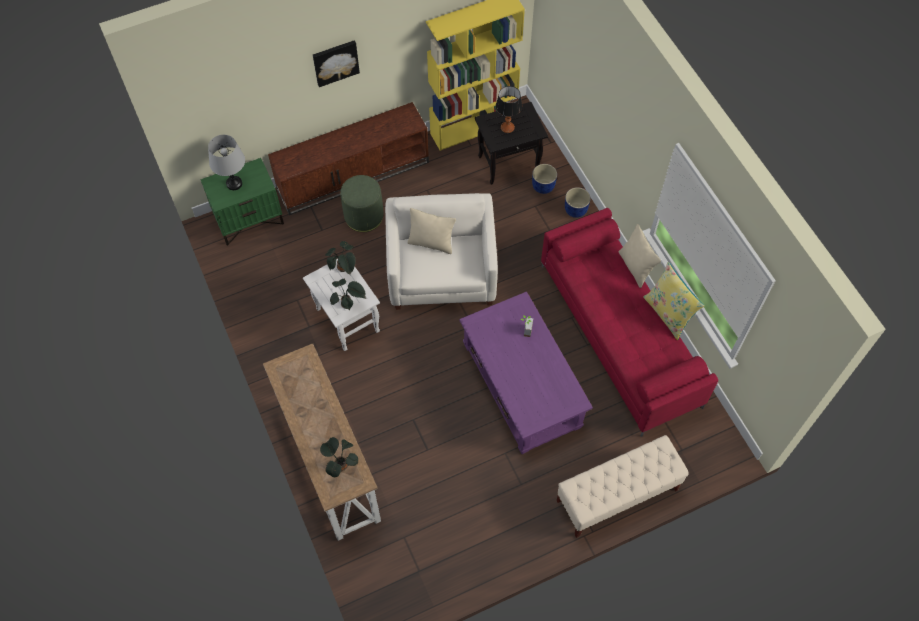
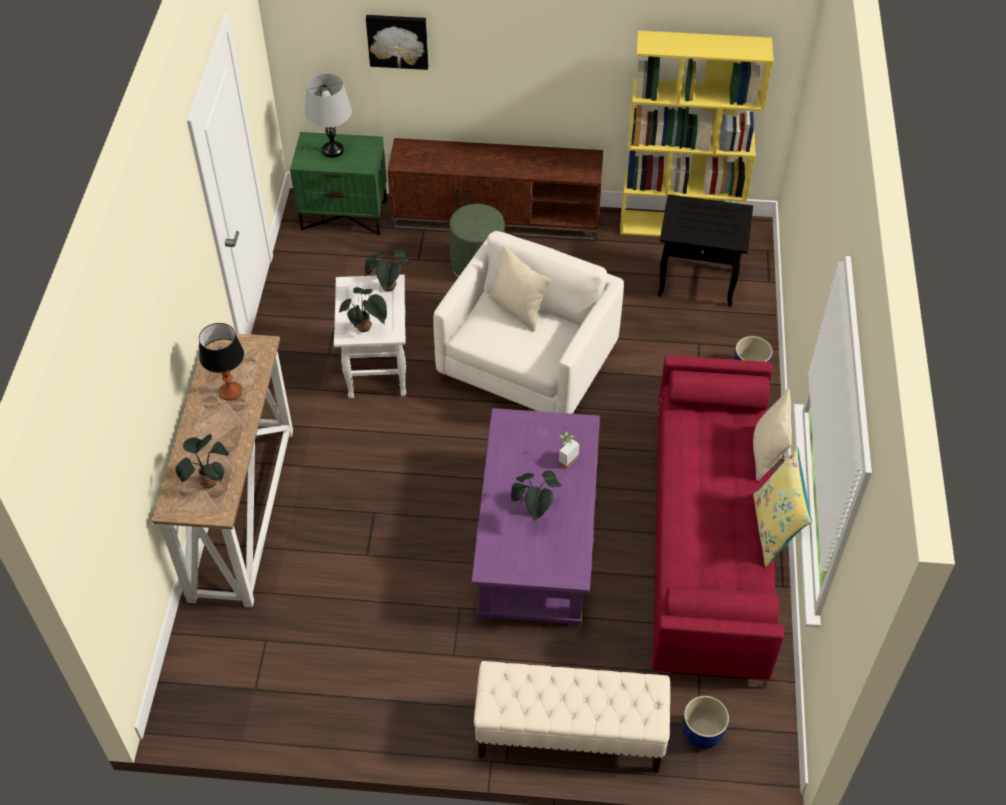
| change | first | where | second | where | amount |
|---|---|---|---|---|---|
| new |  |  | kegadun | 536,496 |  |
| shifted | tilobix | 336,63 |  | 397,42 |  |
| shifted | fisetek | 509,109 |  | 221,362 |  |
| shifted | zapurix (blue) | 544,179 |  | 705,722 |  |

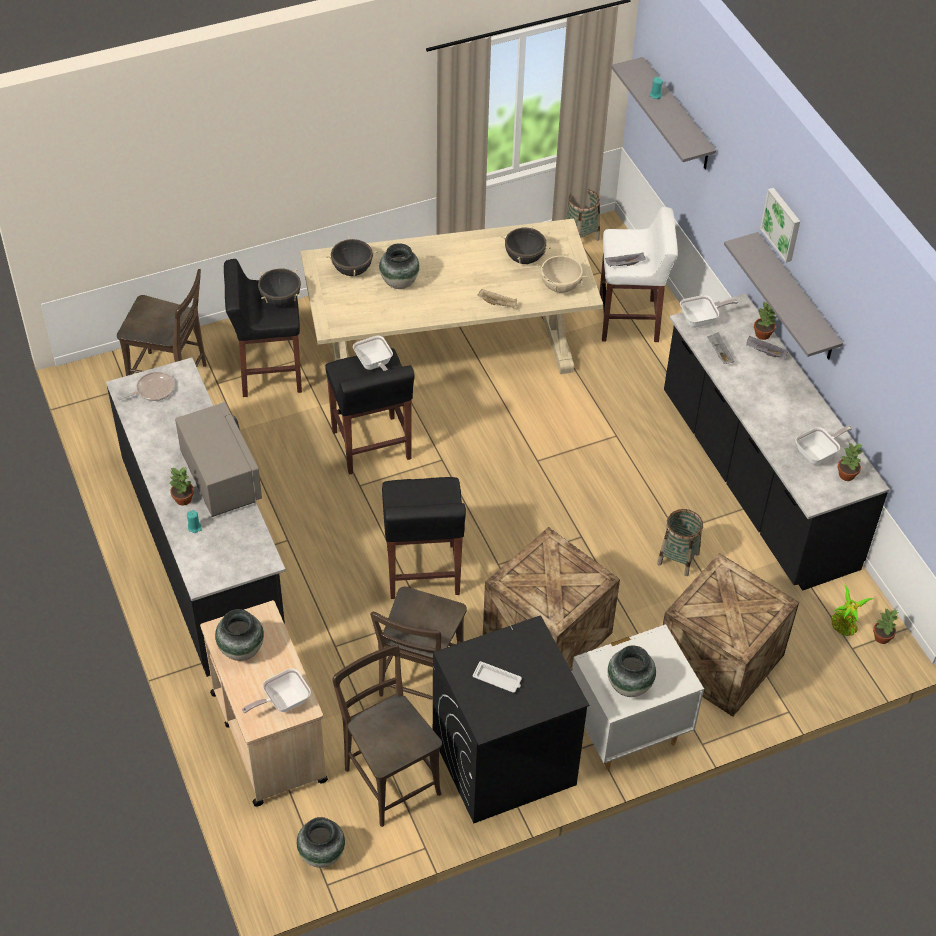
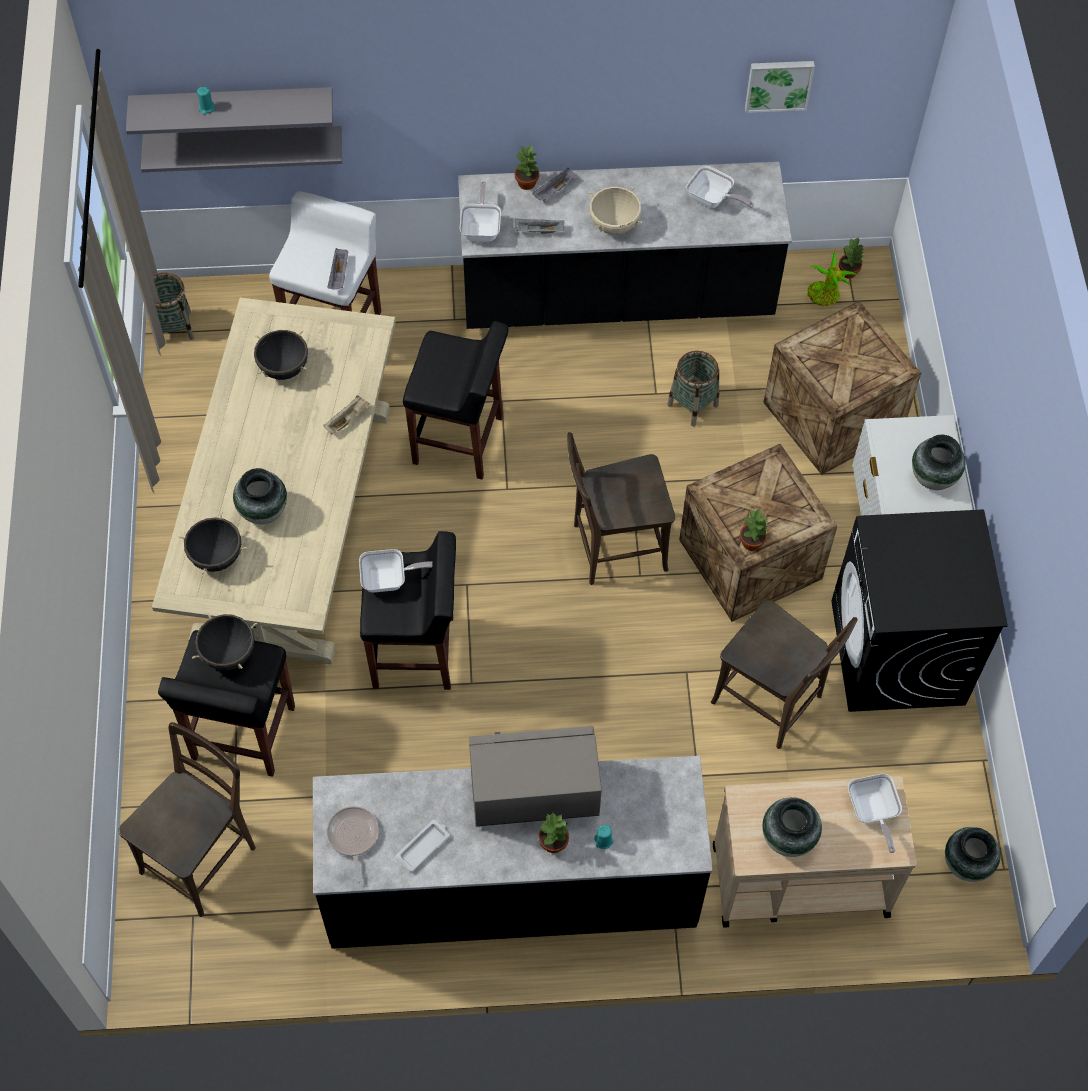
| change | first | where | second | where | amount |
|---|---|---|---|---|---|
| shifted | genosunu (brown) | 387,736 |  | 621,508 |  |
| shifted | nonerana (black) | 424,538 |  | 456,400 |  |
| shifted | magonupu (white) | 497,677 |  | 422,846 |  |
| shifted | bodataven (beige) | 561,273 |  | 615,211 |  |
| shifted | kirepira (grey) | 783,296 |  | 241,149 |  |
| shifted | tilobix | 780,225 |  | 780,87 |  |
| shifted | kegadun | 850,462 |  | 754,530 |  |
| rotated | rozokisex | 824,445 |  | 720,187 | 135 degrees clockwise |

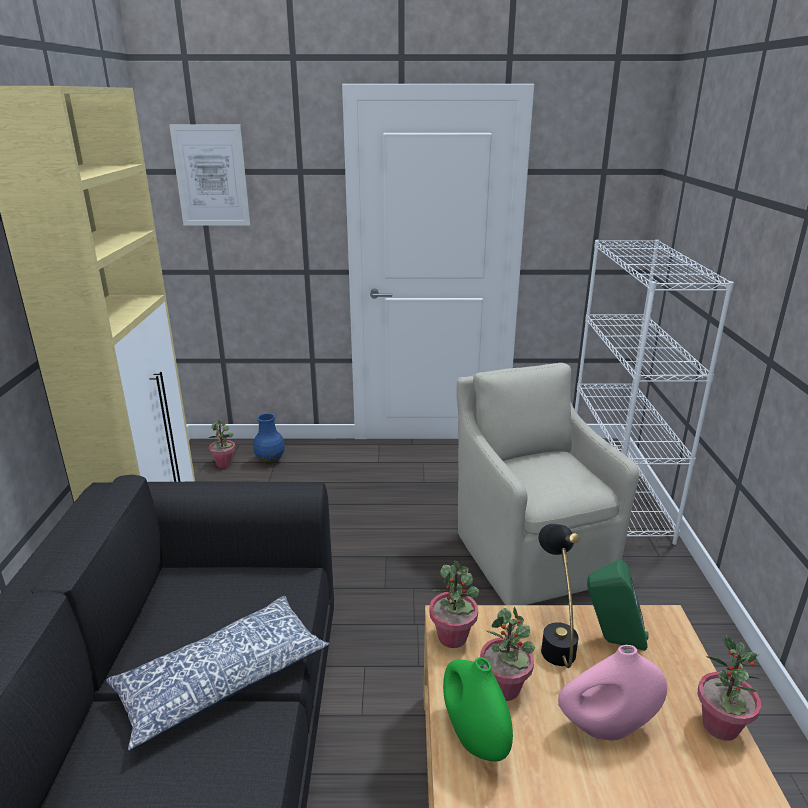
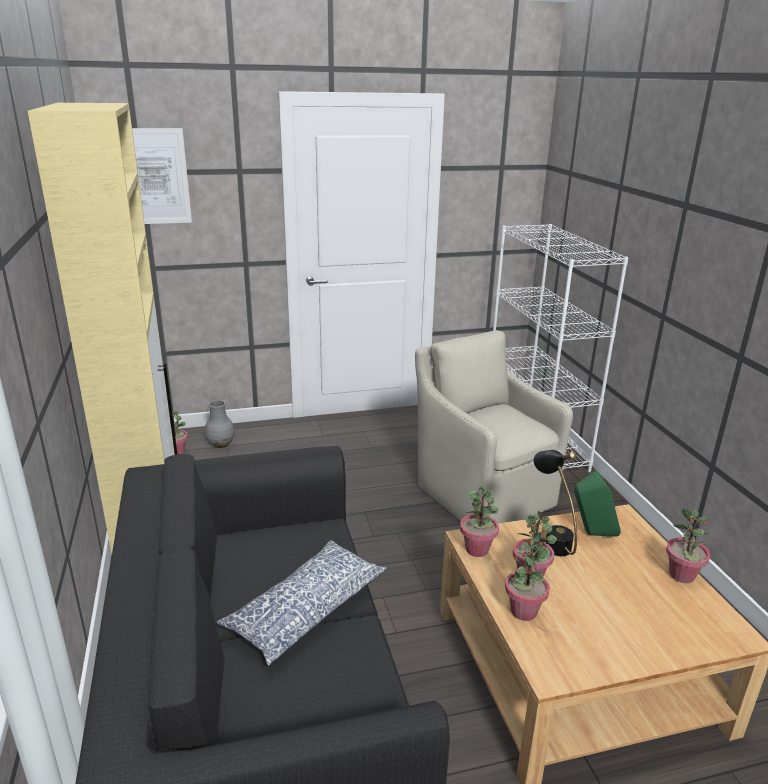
| change | first | where | second | where | amount |
|---|---|---|---|---|---|
| gone | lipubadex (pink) | 612,692 |  |  |  |
| swapped | lipubadex (green) | 478,709 | kegadun | 527,581 |  |
| repainted | lipubadex (blue) | 269,438 | lipubadex (grey) | 220,424 |  |

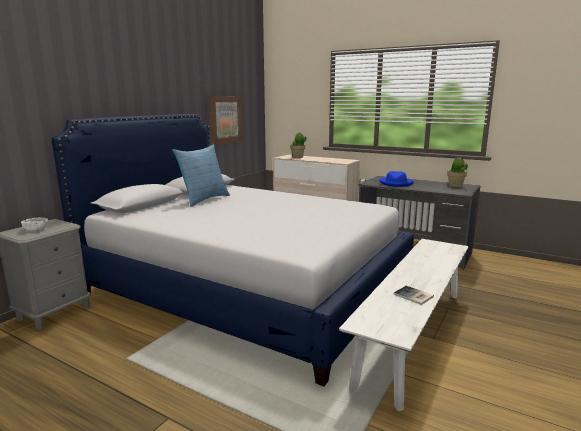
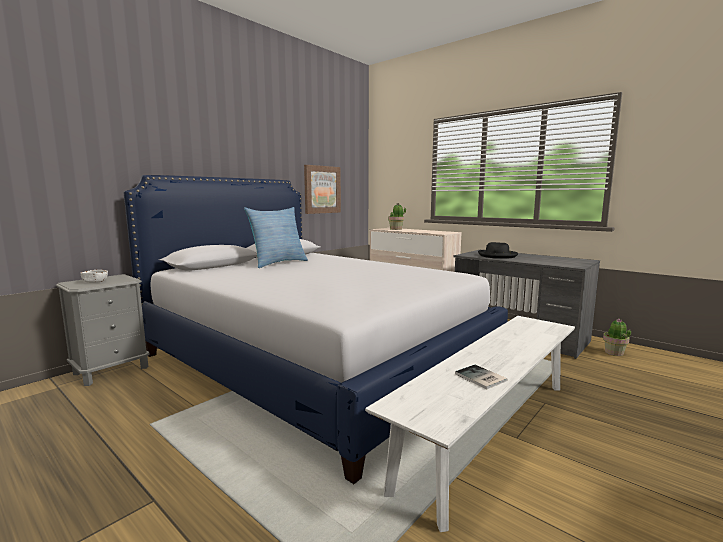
| change | first | where | second | where | amount |
|---|---|---|---|---|---|
| shifted | kegadun | 457,171 |  | 617,337 |  |
| repainted | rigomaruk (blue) | 396,179 | rigomaruk (black) | 498,250 |  |

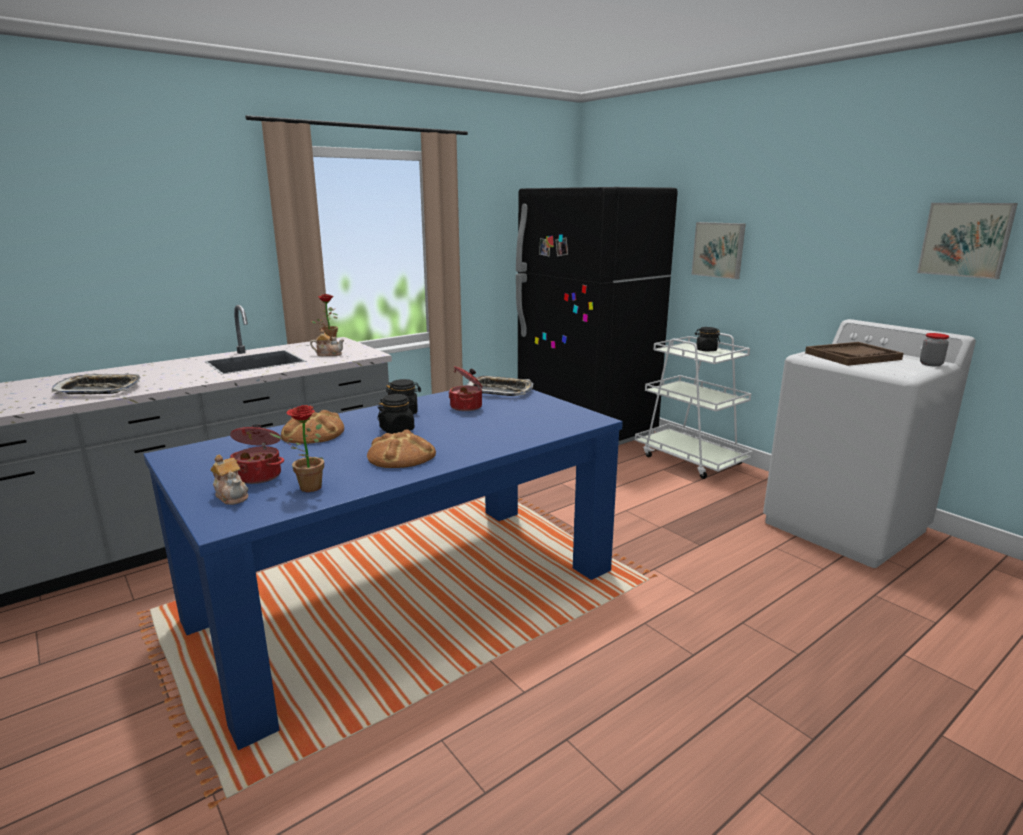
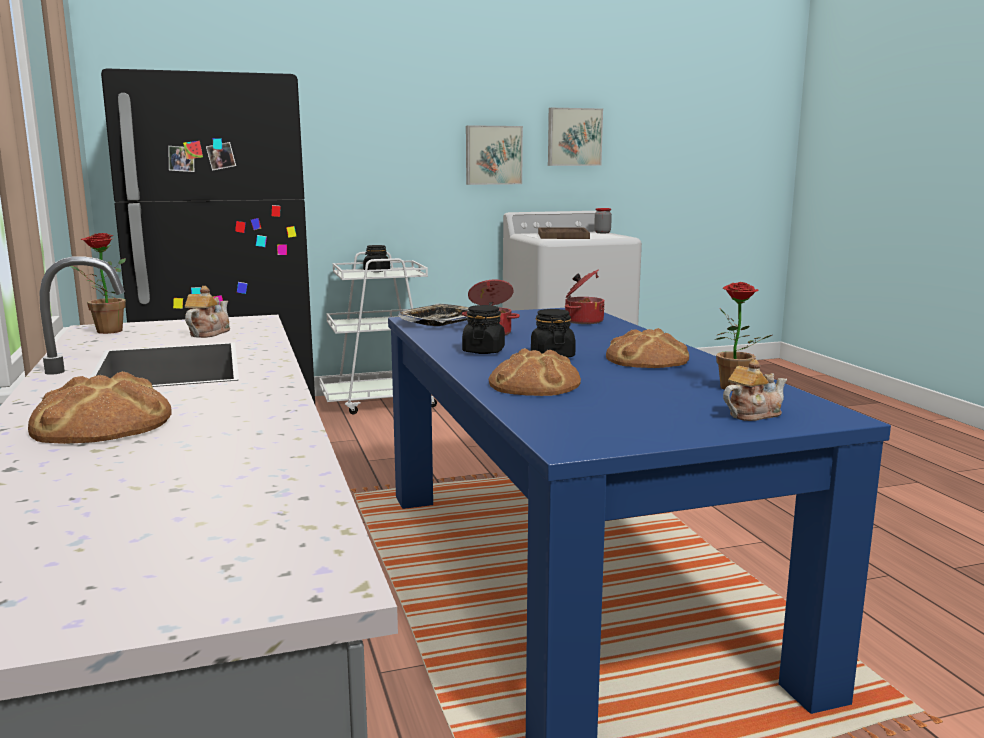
| change | first | where | second | where | amount |
|---|---|---|---|---|---|
| gone | magonupu | 96,384 |  |  |  |
| new |  |  | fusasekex | 100,407 |  |
| shifted | bodataven | 257,454 |  | 585,297 |  |
| shifted | tilobix | 718,250 |  | 494,155 |  |

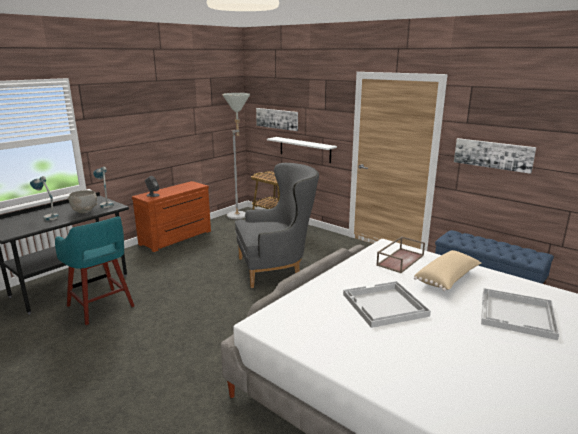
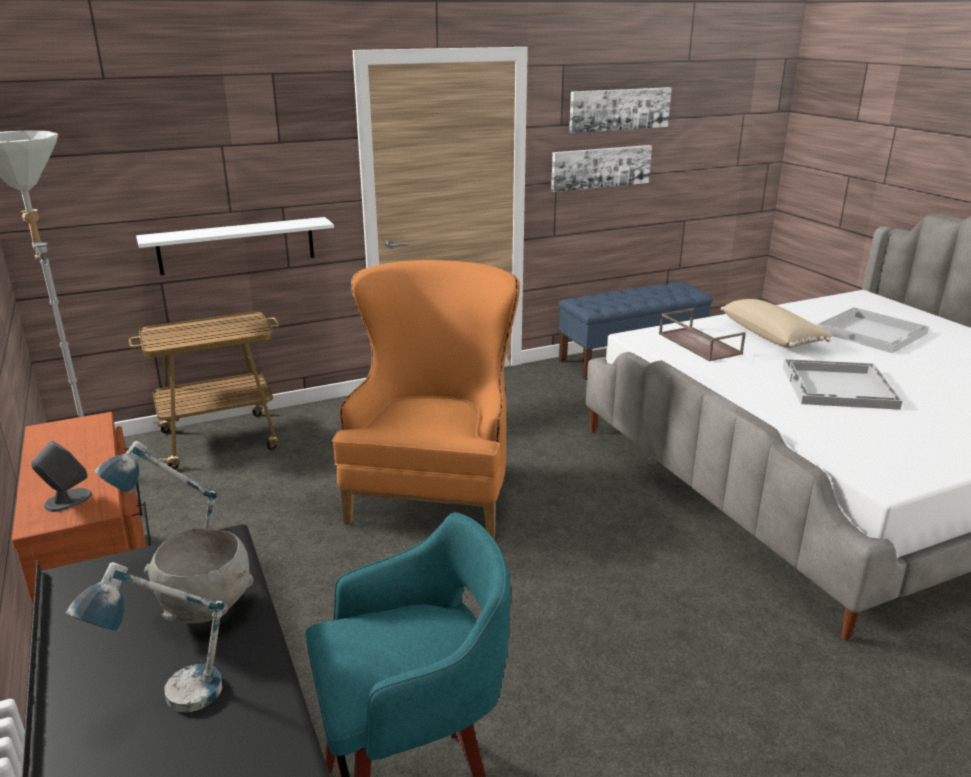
| change | first | where | second | where | amount |
|---|---|---|---|---|---|
| shifted | tilobix | 277,119 |  | 620,110 |  |
| repainted | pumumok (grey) | 277,225 | pumumok (orange) | 426,399 |  |

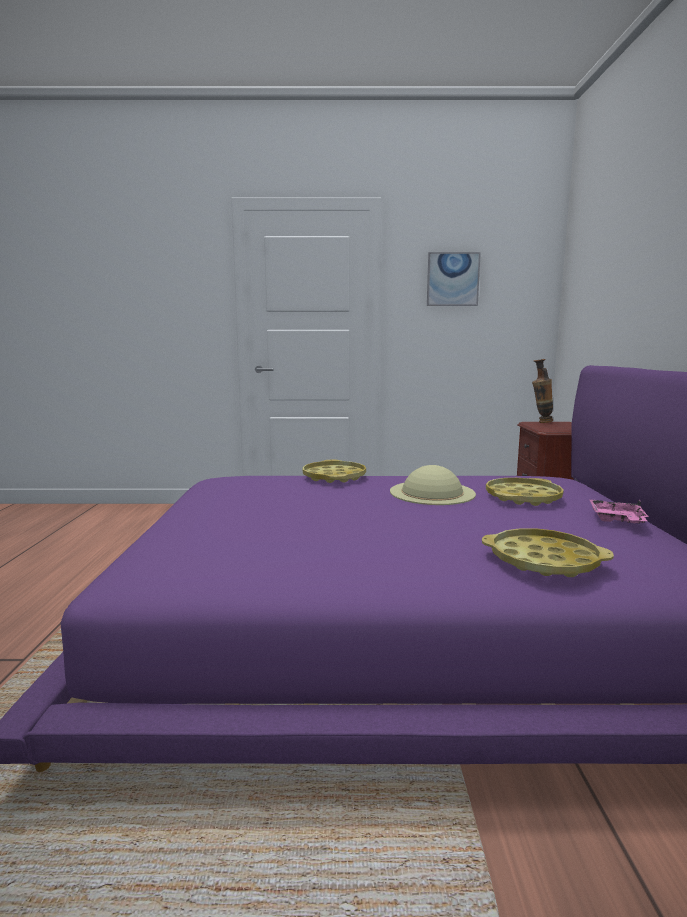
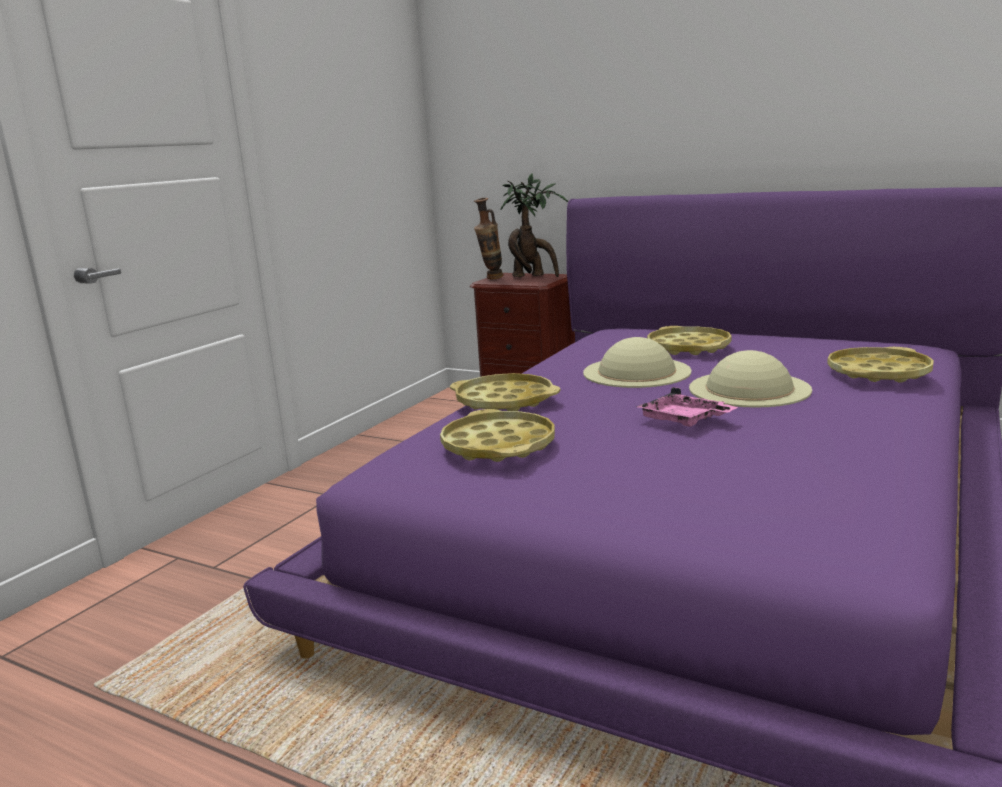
| change | first | where | second | where | amount |
|---|---|---|---|---|---|
| gone | tilobix | 454,279 |  |  |  |
| new |  |  | magonupu (yellow) | 497,435 |  |
| new |  |  | kegadun | 534,225 |  |
| new |  |  | rigomaruk (beige) | 750,379 |  |
| shifted | magonupu (pink) | 619,511 |  | 687,407 |  |

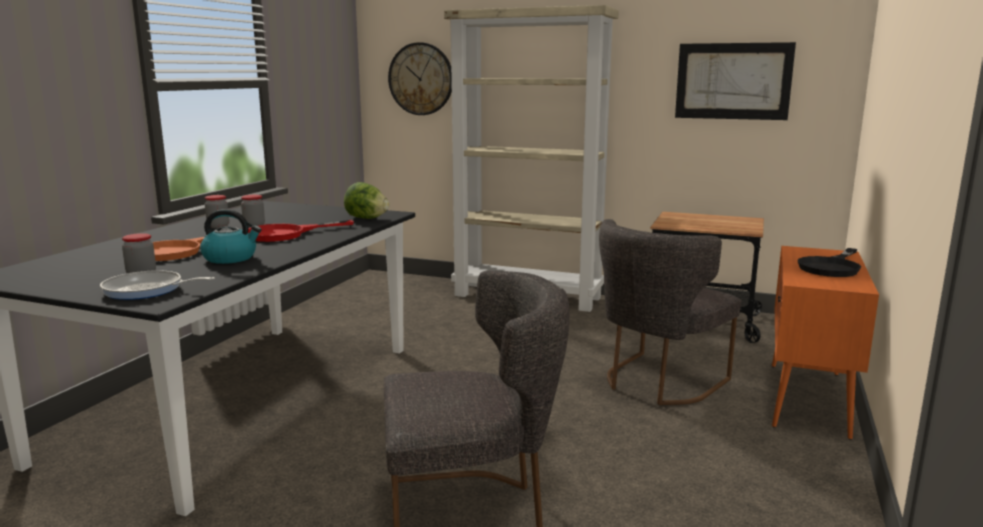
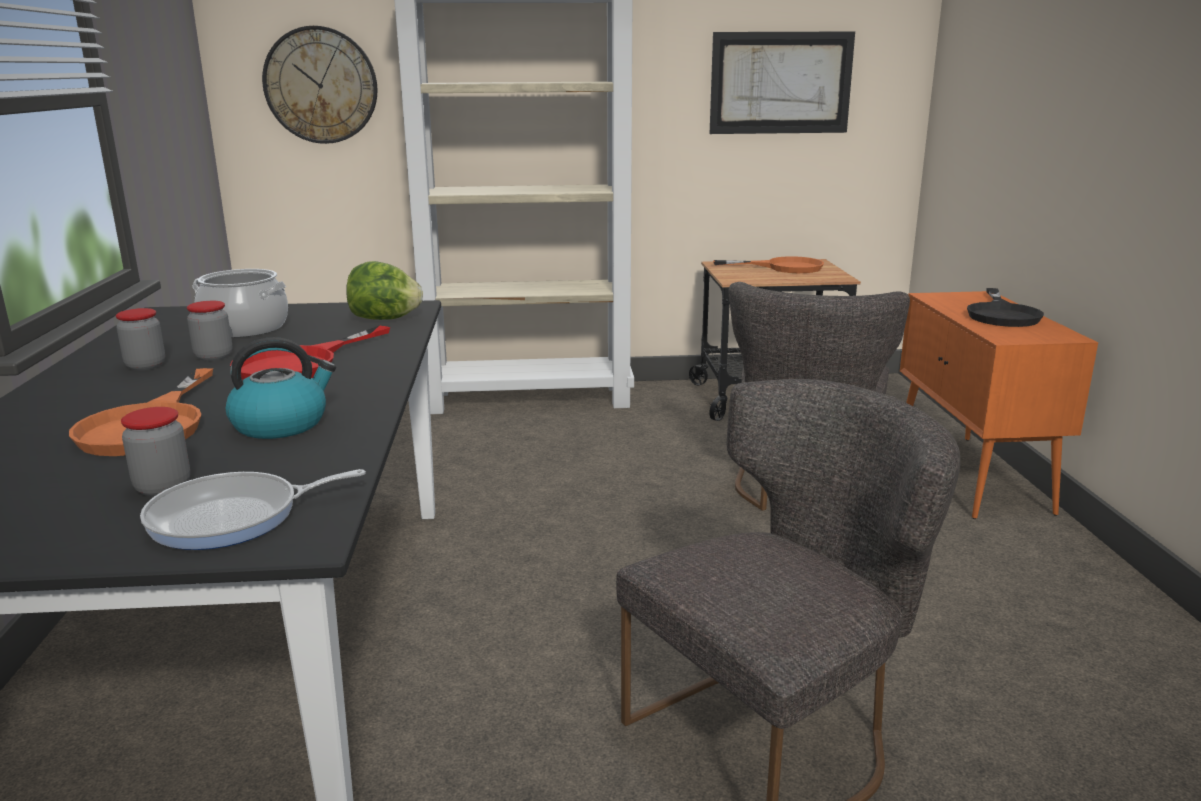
| change | first | where | second | where | amount |
|---|---|---|---|---|---|
| new |  |  | bodataven | 240,303 |  |
| new |  |  | rozokisex (orange) | 768,264 |  |

